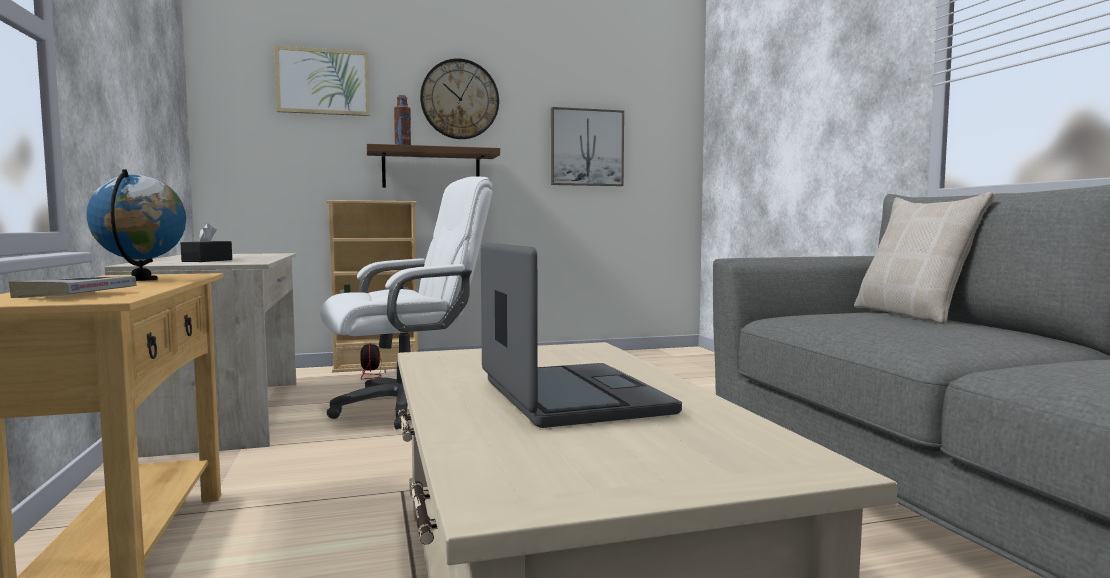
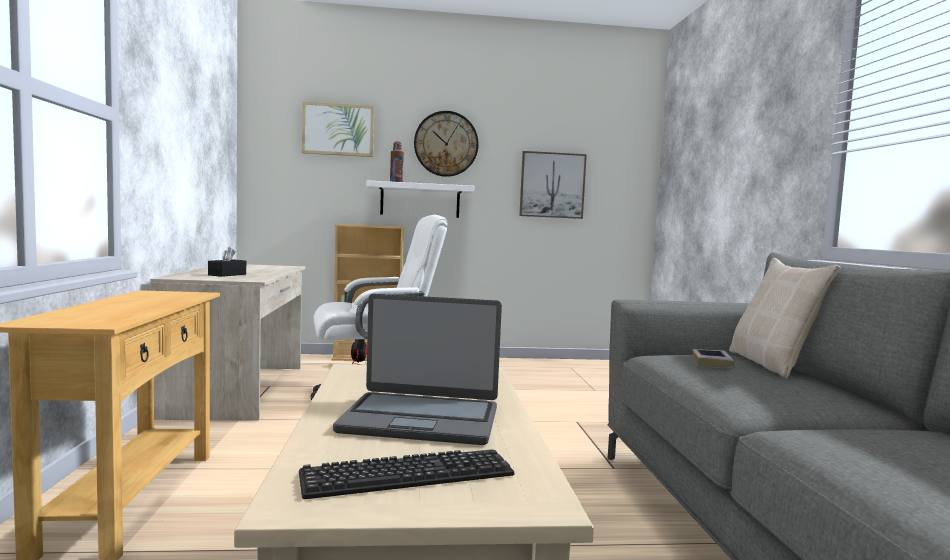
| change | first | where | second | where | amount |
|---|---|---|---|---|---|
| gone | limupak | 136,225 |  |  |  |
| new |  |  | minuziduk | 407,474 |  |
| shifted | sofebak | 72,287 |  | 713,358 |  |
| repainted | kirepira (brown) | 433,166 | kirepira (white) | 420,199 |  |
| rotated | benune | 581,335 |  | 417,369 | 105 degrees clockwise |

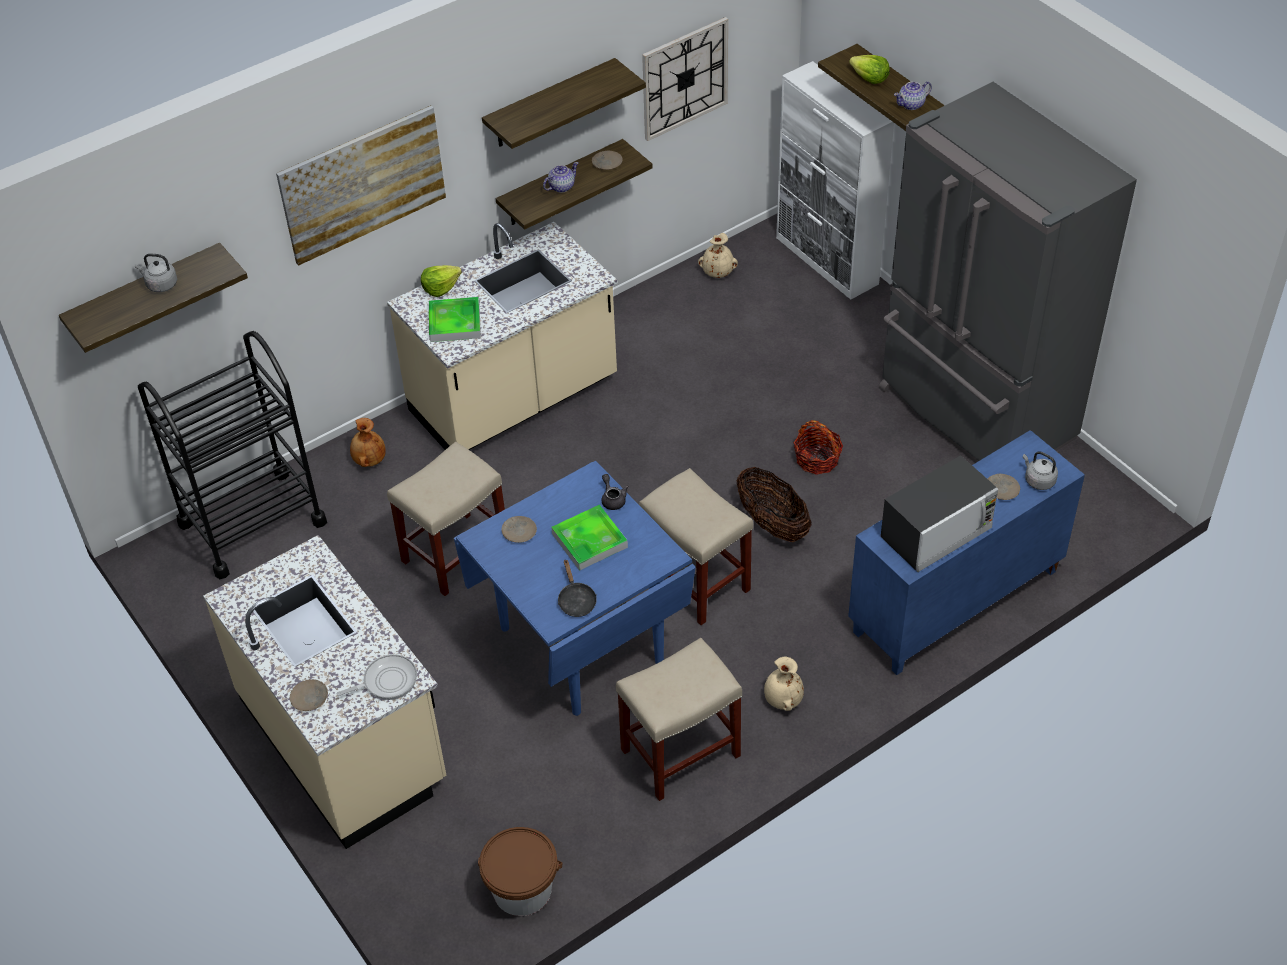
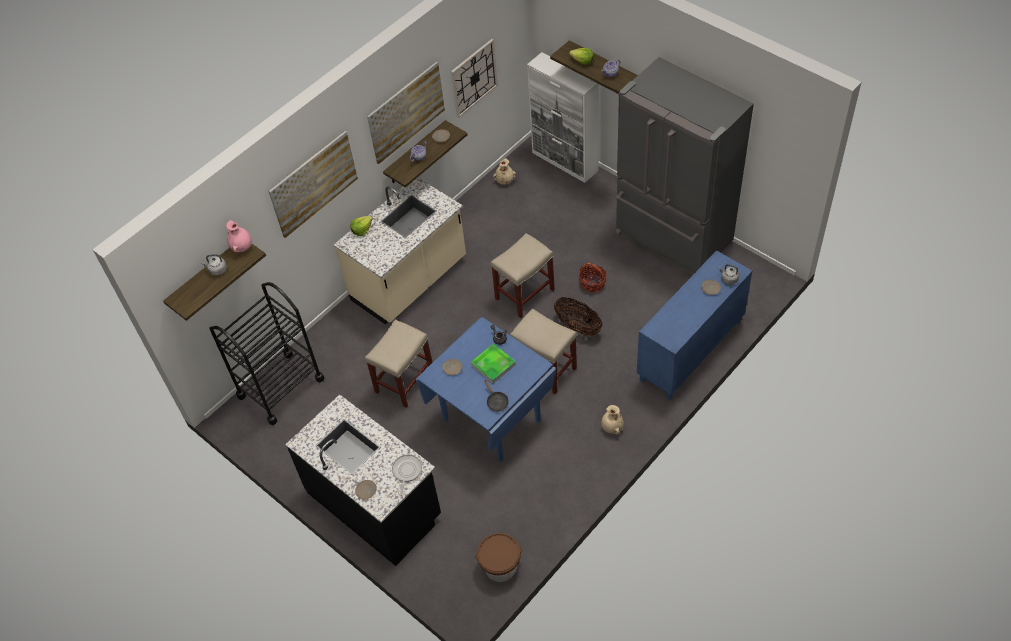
| change | first | where | second | where | amount |
|---|---|---|---|---|---|
| gone | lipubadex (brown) | 368,442 |  |  |  |
| gone | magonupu | 455,319 |  |  |  |
| gone | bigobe | 939,513 |  |  |  |
| new |  |  | lipubadex (pink) | 239,236 |  |
| shifted | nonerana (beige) | 679,719 |  | 523,275 |  |
| swapped | kirepira | 564,103 | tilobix | 406,112 |  |
| repainted | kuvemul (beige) | 324,692 | kuvemul (black) | 363,480 |  |
| rotated | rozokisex | 376,677 |  | 407,475 | 45 degrees counterclockwise |

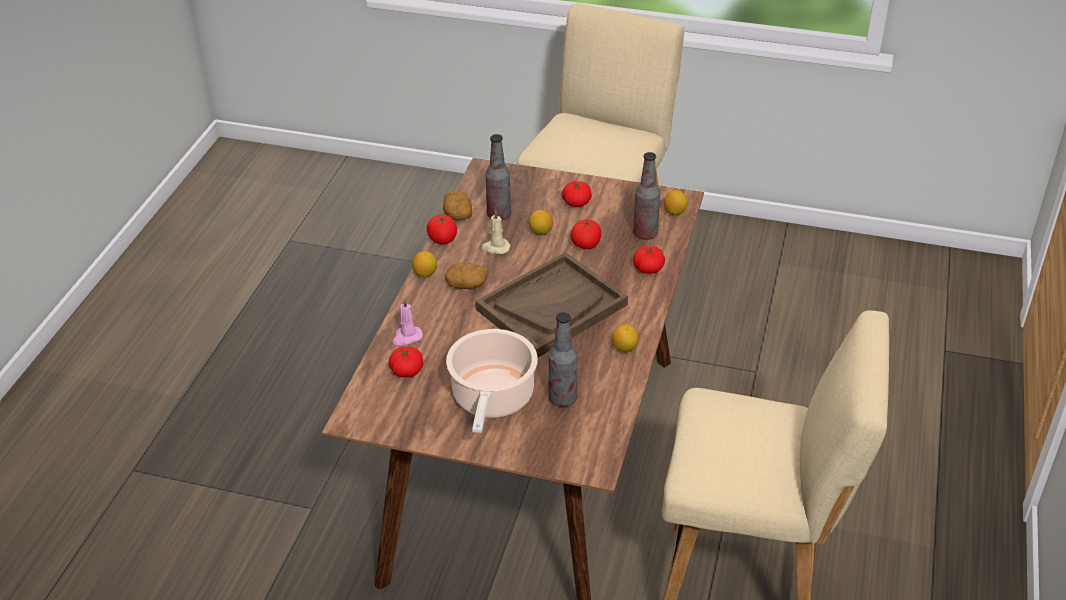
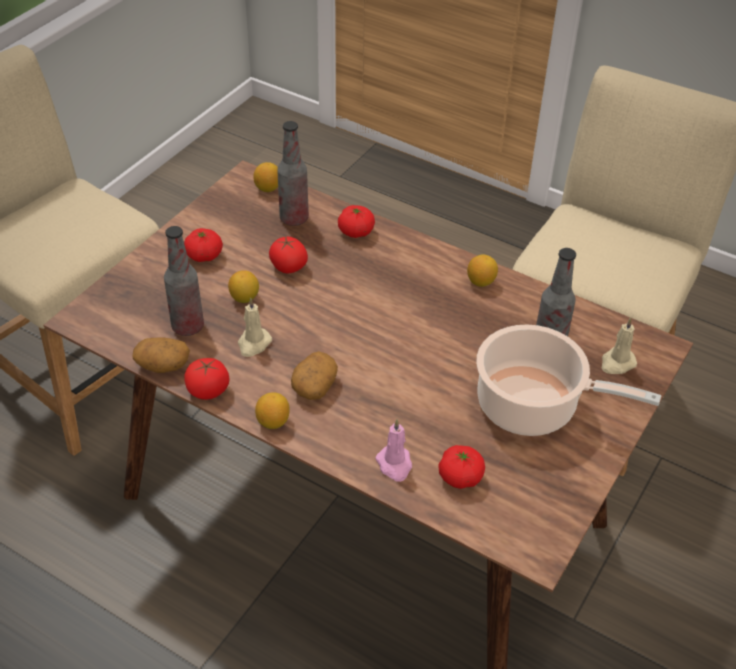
| change | first | where | second | where | amount |
|---|---|---|---|---|---|
| gone | magonupu (brown) | 551,304 |  |  |  |
| new |  |  | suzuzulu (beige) | 619,346 |  |

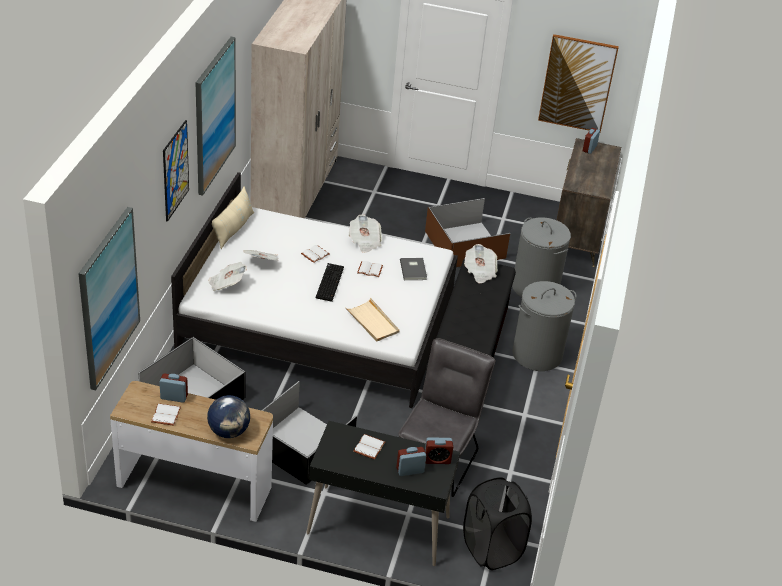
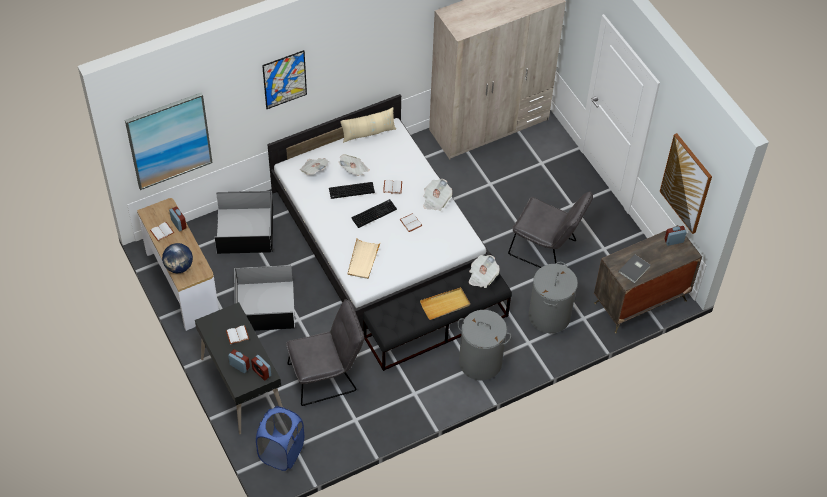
| change | first | where | second | where | amount |
|---|---|---|---|---|---|
| gone | tilobix | 216,116 |  |  |  |
| new |  |  | minuziduk | 352,190 |  |
| new |  |  | magonupu (beige) | 445,303 |  |
| shifted | sofebak (grey) | 413,269 |  | 634,269 |  |
| swapped | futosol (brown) | 467,232 | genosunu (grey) | 550,229 |  |
| repainted | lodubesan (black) | 497,523 | lodubesan (blue) | 280,438 |  |

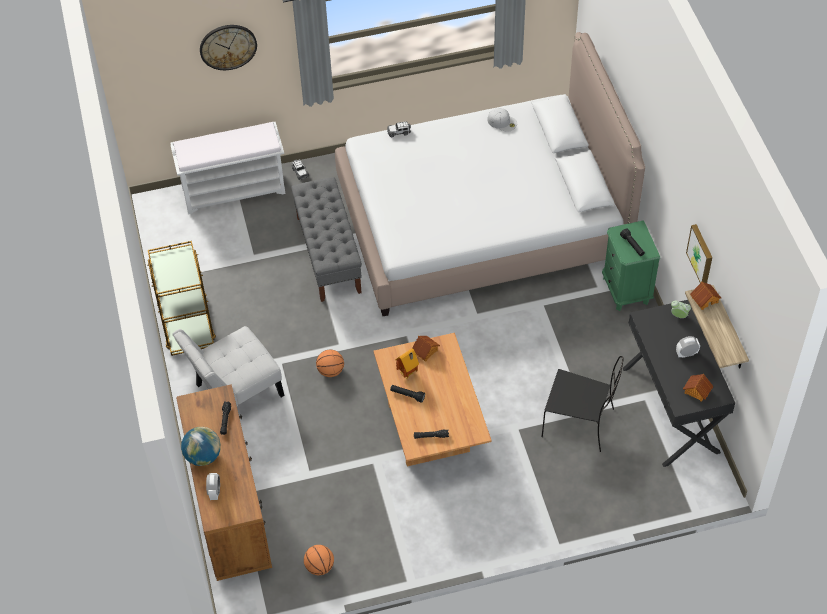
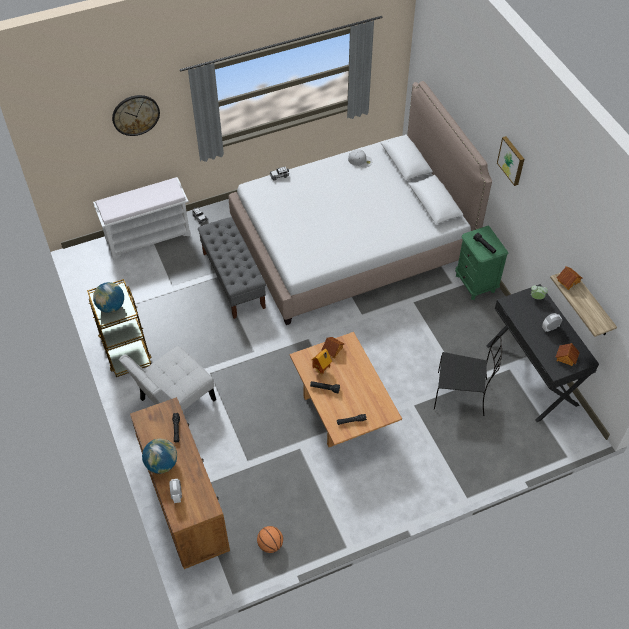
| change | first | where | second | where | amount |
|---|---|---|---|---|---|
| gone | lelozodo | 330,363 |  |  |  |
| new |  |  | limupak | 108,297 |  |
| shifted | tilobix | 699,253 |  | 510,161 |  |

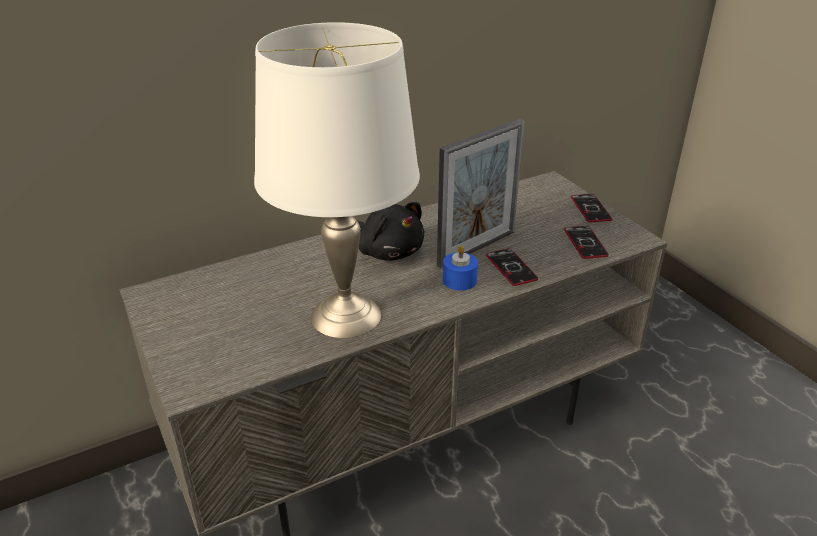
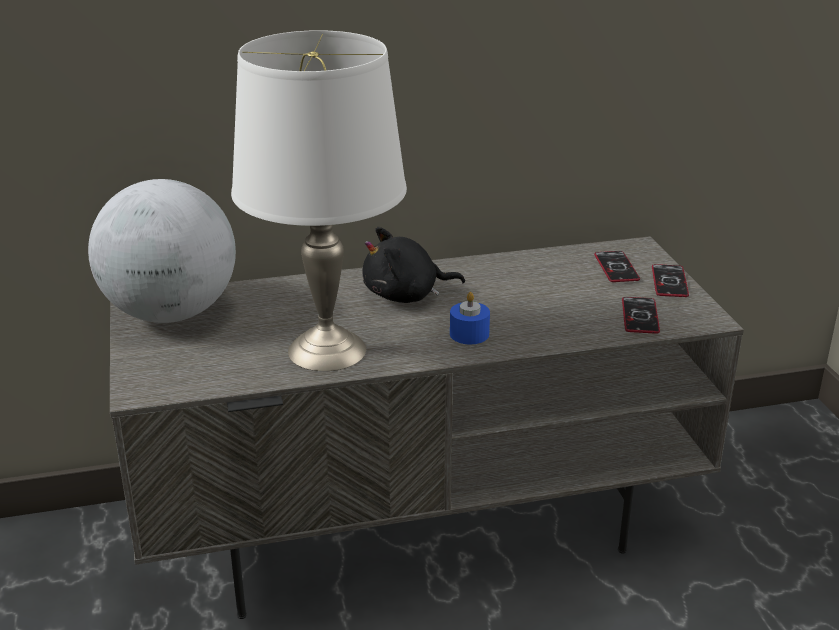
| change | first | where | second | where | amount |
|---|---|---|---|---|---|
| gone | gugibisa | 481,193 |  |  |  |
| new |  |  | limupak | 162,251 |  |
| shifted | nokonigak | 512,267 |  | 617,266 |  |
| rotated | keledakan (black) | 390,231 |  | 413,265 | 105 degrees clockwise |

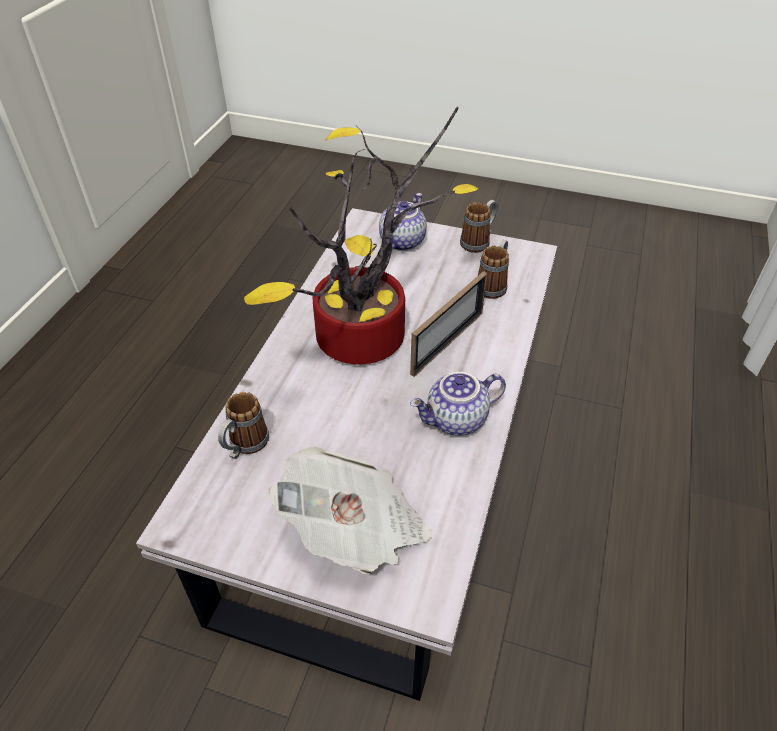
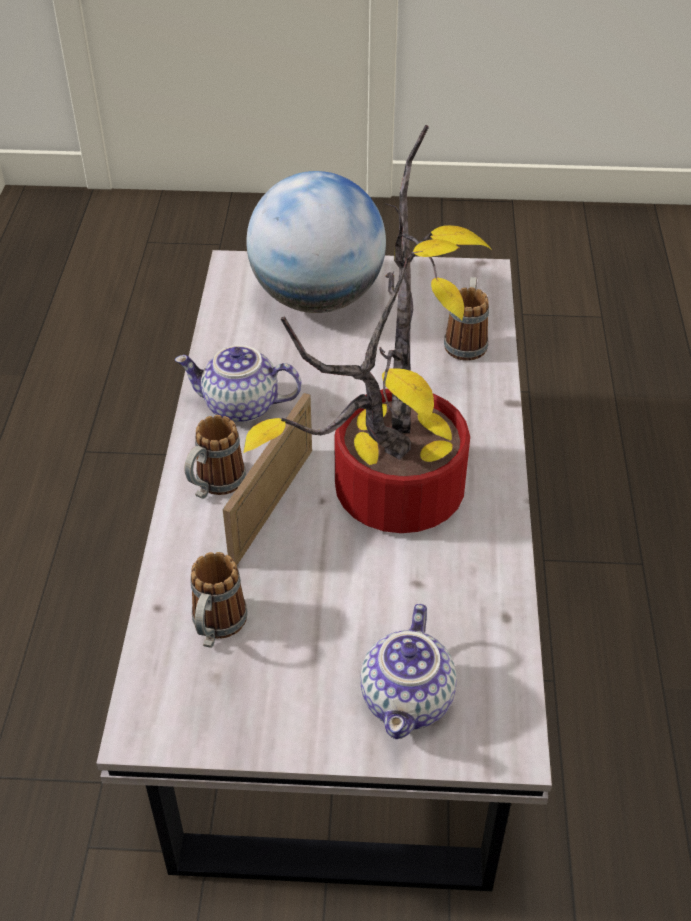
| change | first | where | second | where | amount |
|---|---|---|---|---|---|
| shifted | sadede | 479,226 |  | 215,457 |  |
| swapped | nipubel | 350,510 | limupak | 316,242 |  |
| rotated | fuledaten | 458,403 |  | 238,384 | 135 degrees counterclockwise |

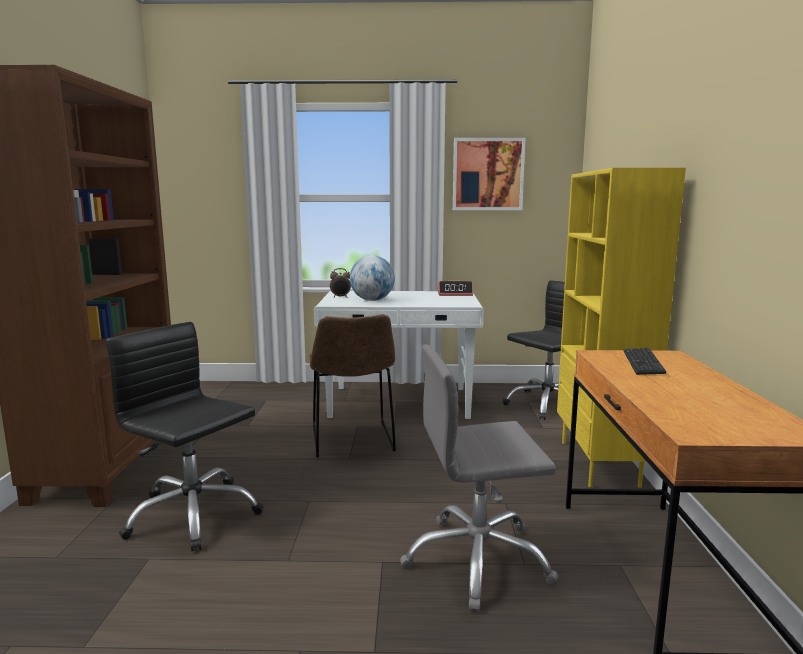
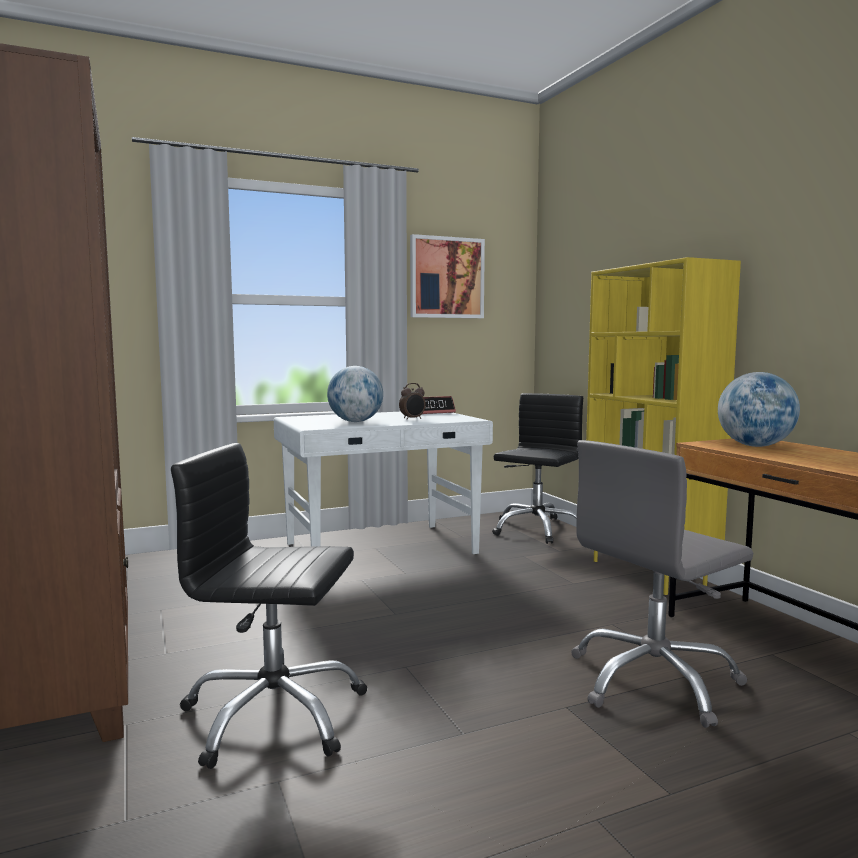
| change | first | where | second | where | amount |
|---|---|---|---|---|---|
| gone | genosunu (brown) | 352,385 |  |  |  |
| shifted | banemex | 340,283 |  | 412,401 |  |
| swapped | minuziduk | 644,361 | limupak | 759,409 |  |

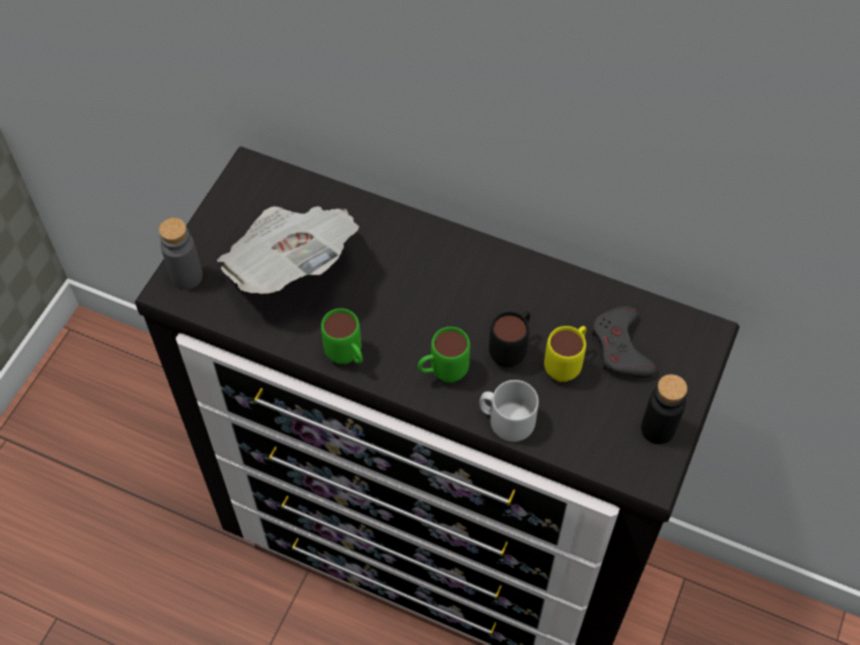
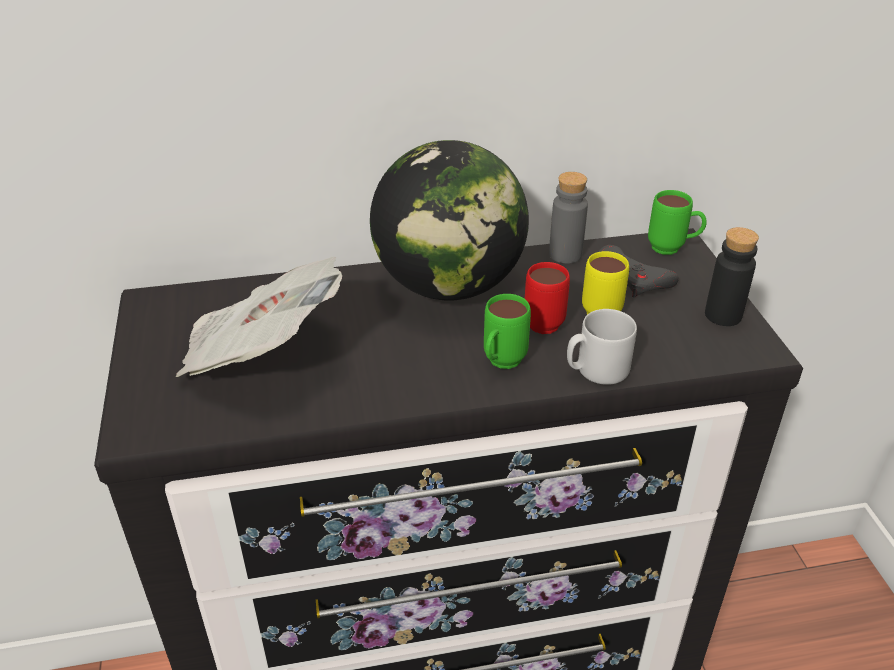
| change | first | where | second | where | amount |
|---|---|---|---|---|---|
| new |  |  | limupak | 449,220 |  |
| shifted | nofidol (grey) | 181,254 |  | 568,218 |  |
| shifted | sadede (green) | 342,336 |  | 677,222 |  |
| repainted | sadede (black) | 509,339 | sadede (red) | 547,298 |  |

